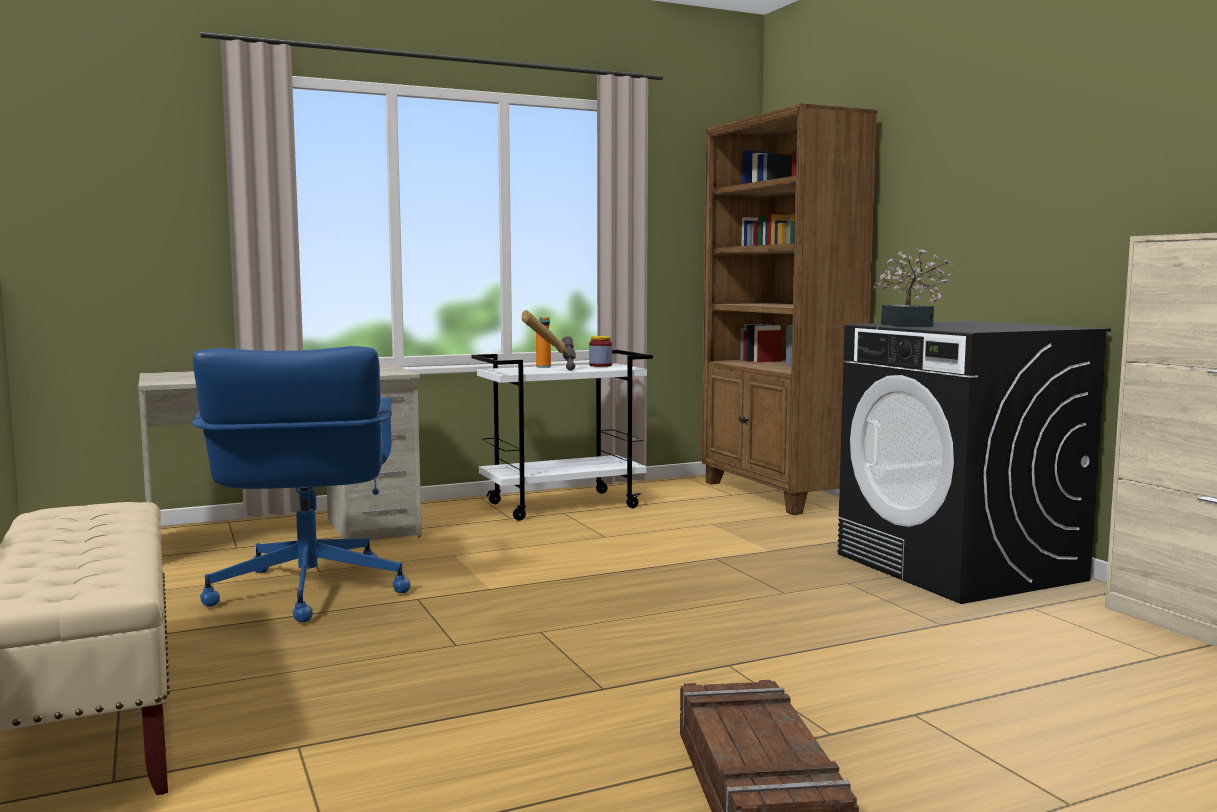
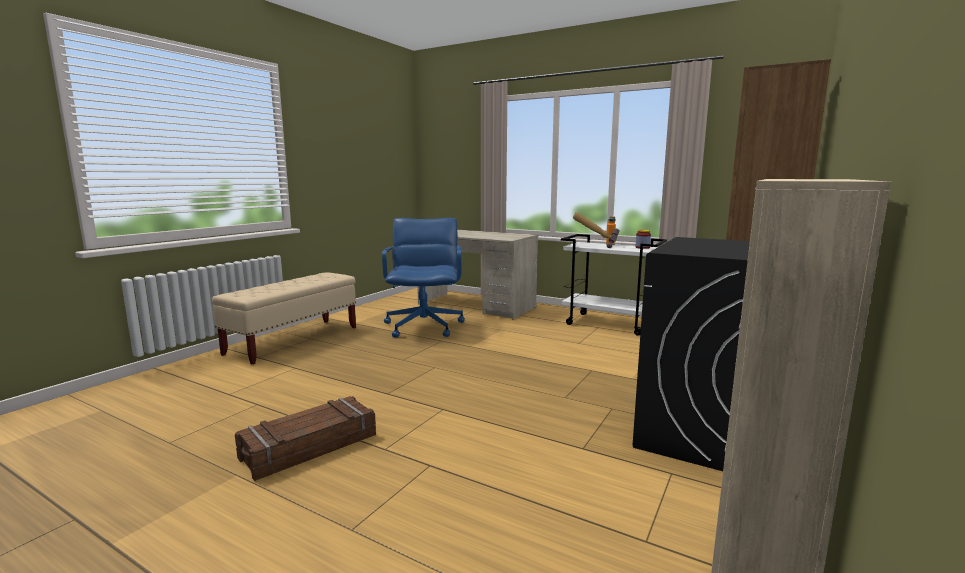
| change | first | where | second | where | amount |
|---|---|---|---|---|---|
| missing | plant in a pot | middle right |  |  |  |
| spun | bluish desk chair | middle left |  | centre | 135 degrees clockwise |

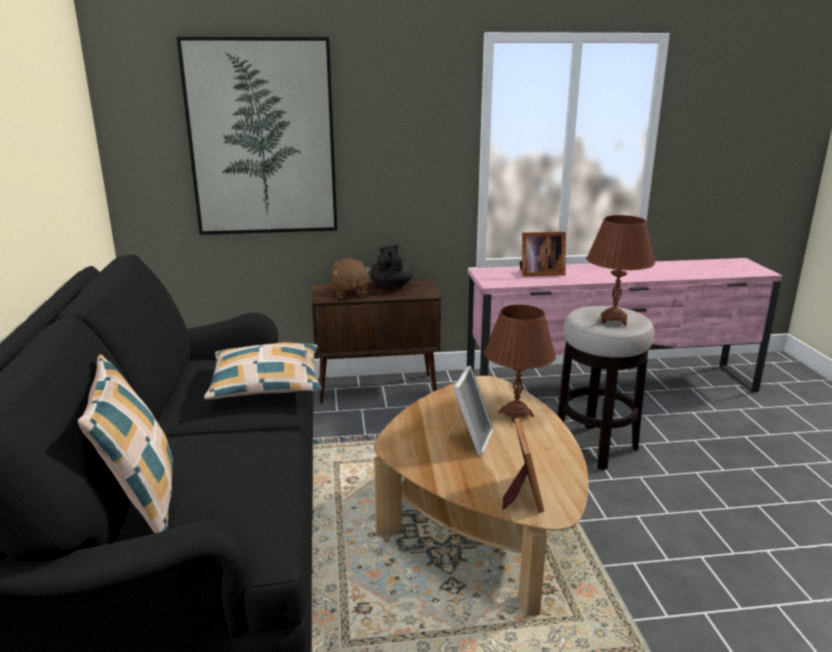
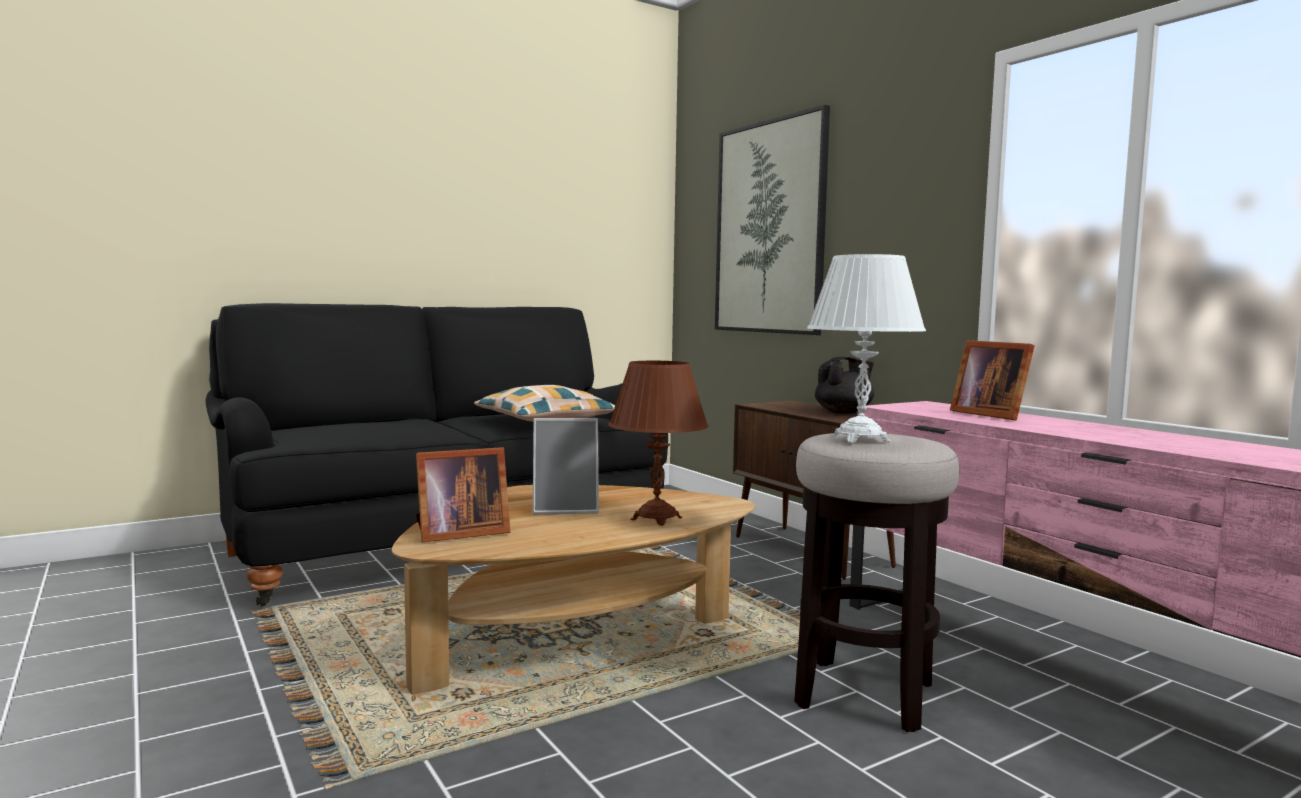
| change | first | where | second | where | amount |
|---|---|---|---|---|---|
| missing | throw pillow (no. 1 from left) | bottom left |  |  |  |
| missing | brown-coloured soft toy | centre |  |  |  |
| colour | brown-coloured table lamp (no. 2 from left) | middle right | white table lamp | centre |  |

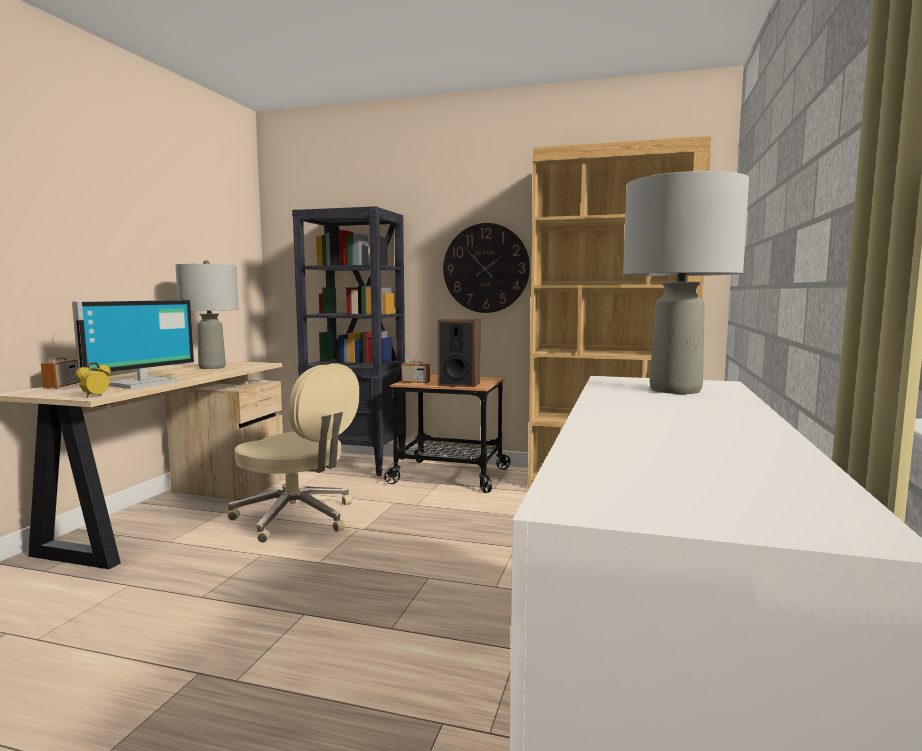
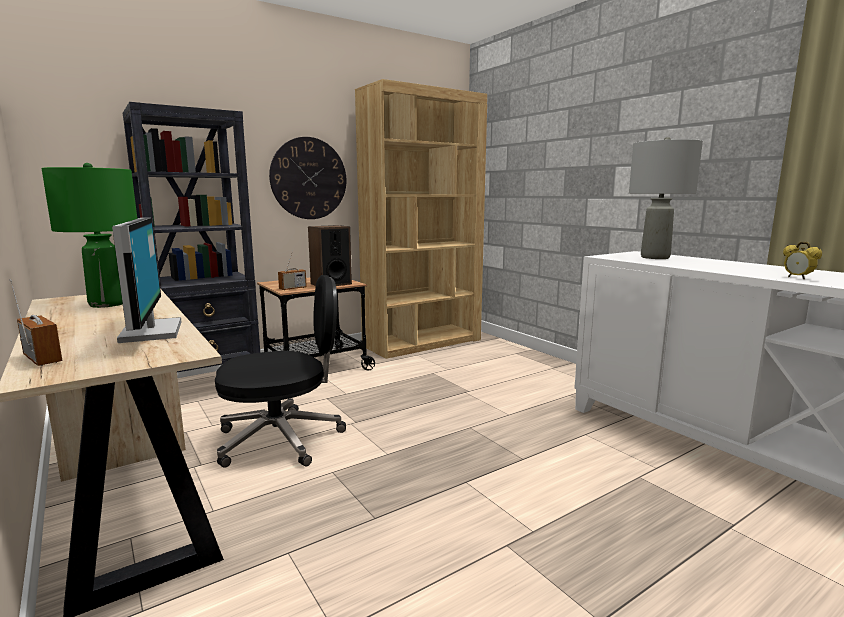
| change | first | where | second | where | amount |
|---|---|---|---|---|---|
| relocated | table clock | middle left |  | middle right |  |
| colour | grey table lamp (no. 1 from left) | middle left | green-coloured table lamp | middle left |  |
| colour | beige-coloured desk chair | middle left | black desk chair | middle left |  |

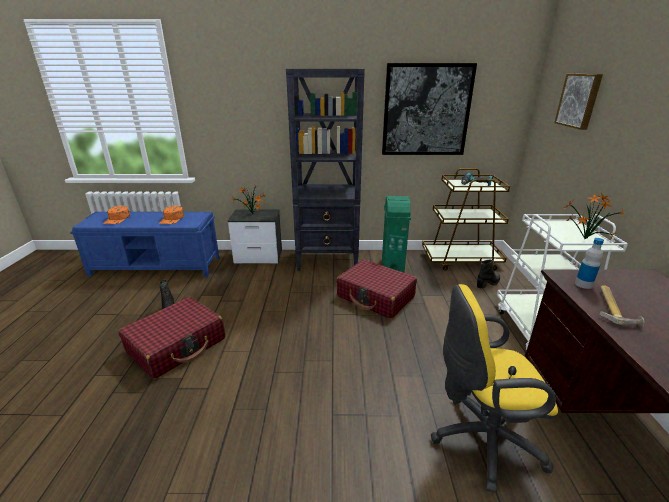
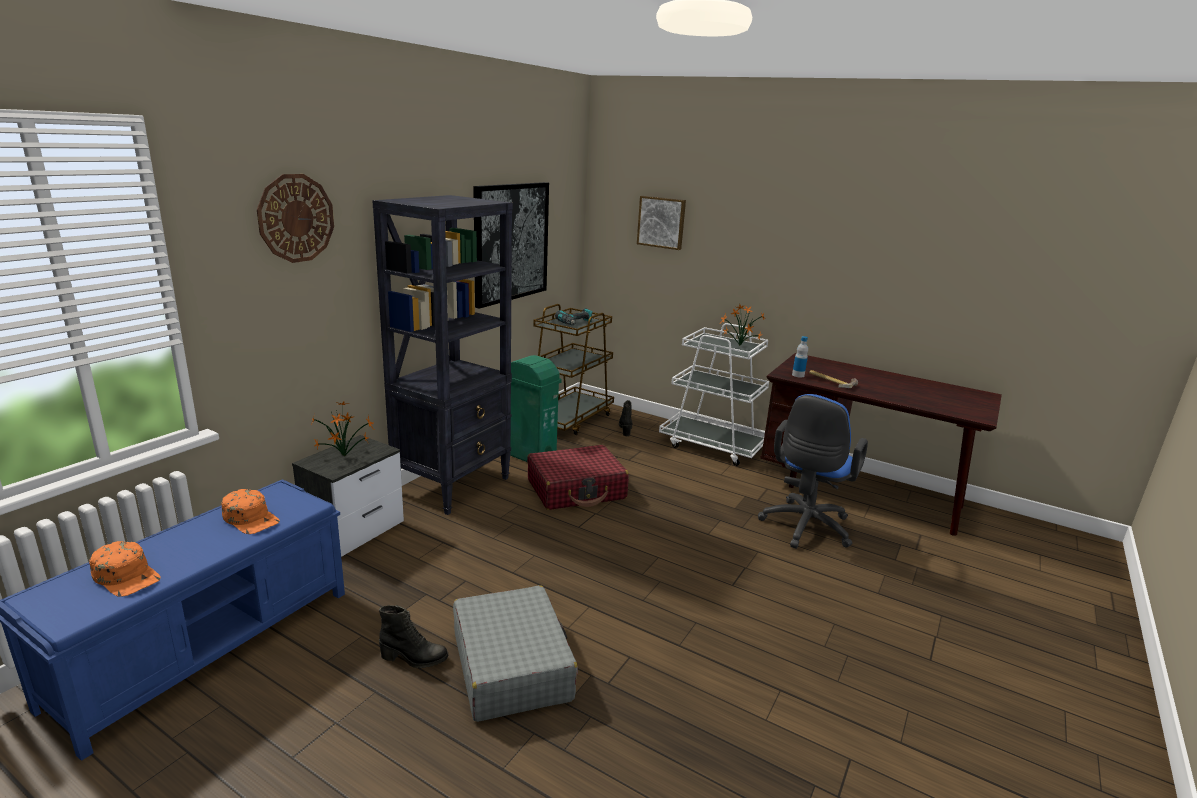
| change | first | where | second | where | amount |
|---|---|---|---|---|---|
| appeared |  |  | clock on the wall | top left |  |
| colour | red suitcase (no. 1 from left) | bottom left | grey suitcase | bottom centre |  |
| colour | yellowish desk chair | bottom right | bluish desk chair | middle right |  |

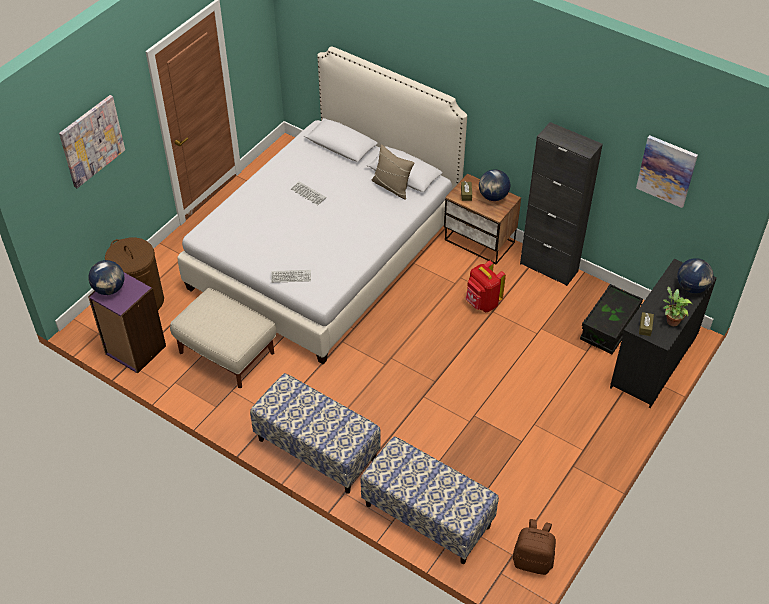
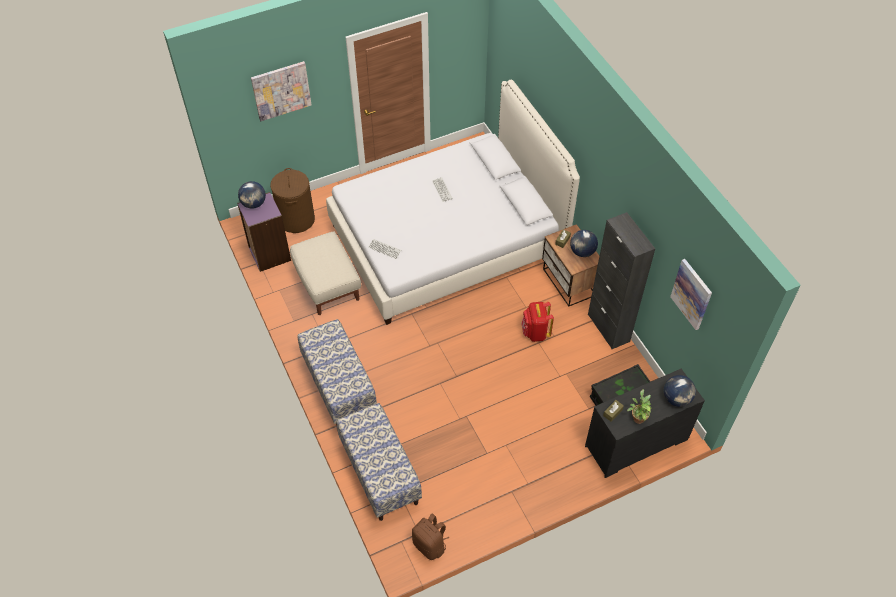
| change | first | where | second | where | amount |
|---|---|---|---|---|---|
| missing | beige-coloured throw pillow | top centre |  |  |  |

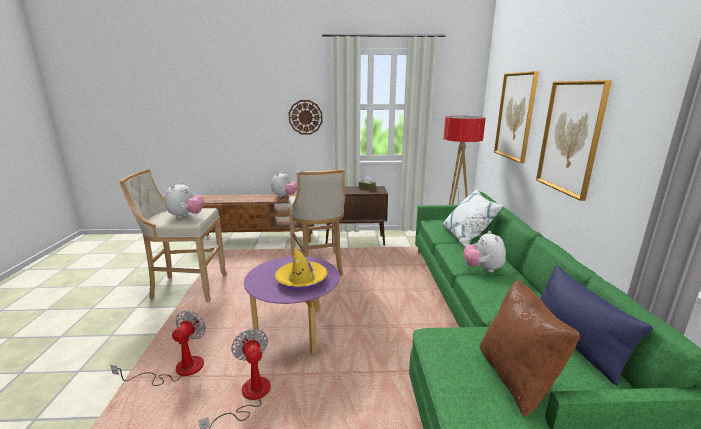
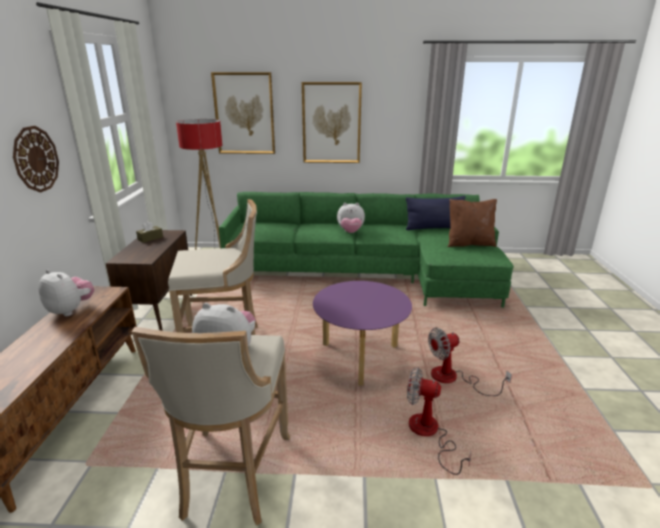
| change | first | where | second | where | amount |
|---|---|---|---|---|---|
| missing | yellowish wearable hat | centre |  |  |  |
| missing | white throw pillow | middle right |  |  |  |

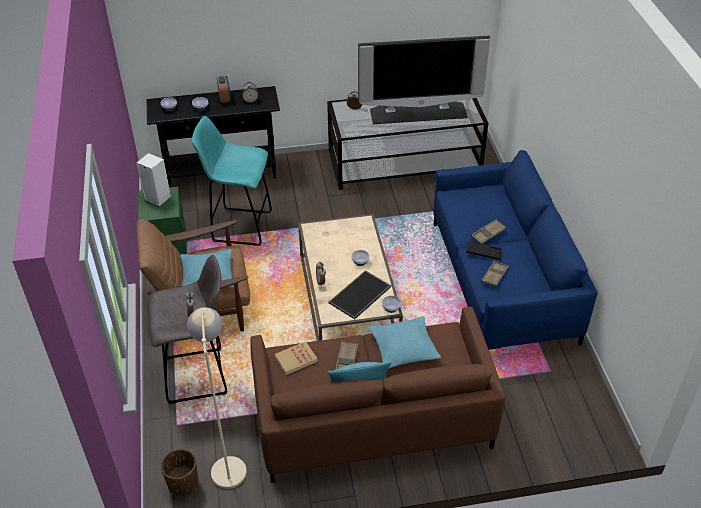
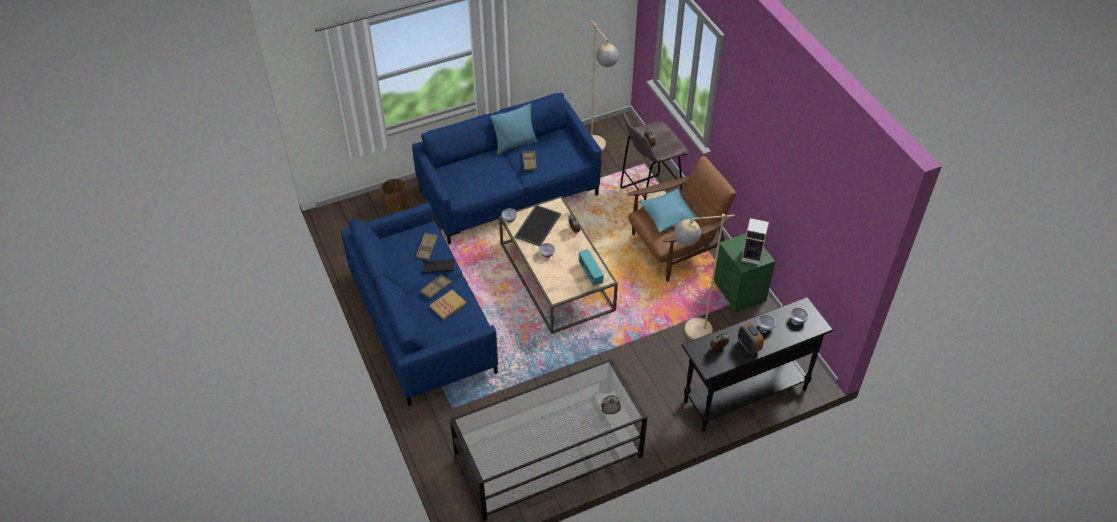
| change | first | where | second | where | amount |
|---|---|---|---|---|---|
| missing | TV | top centre |  |  |  |
| missing | blue-green throw pillow (no. 3 from left) | bottom centre |  |  |  |
| appeared |  |  | radio receiver | centre |  |
| relocated | brown-coloured plant pot | bottom left |  | centre |  |
| relocated | book | bottom centre |  | centre |  |
| exchanged | blue-green sitting stool | middle left | beige-coloured standard lamp (no. 2 from left) | centre |  |
| colour | brown-coloured settee | bottom centre | bluish settee (no. 2 from left) | top centre |  |

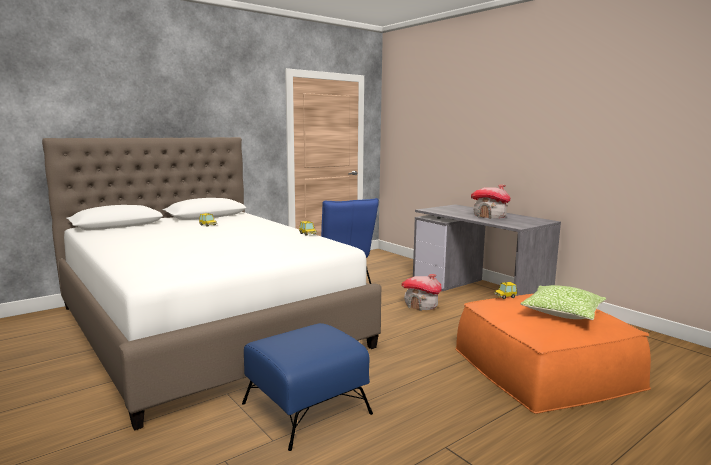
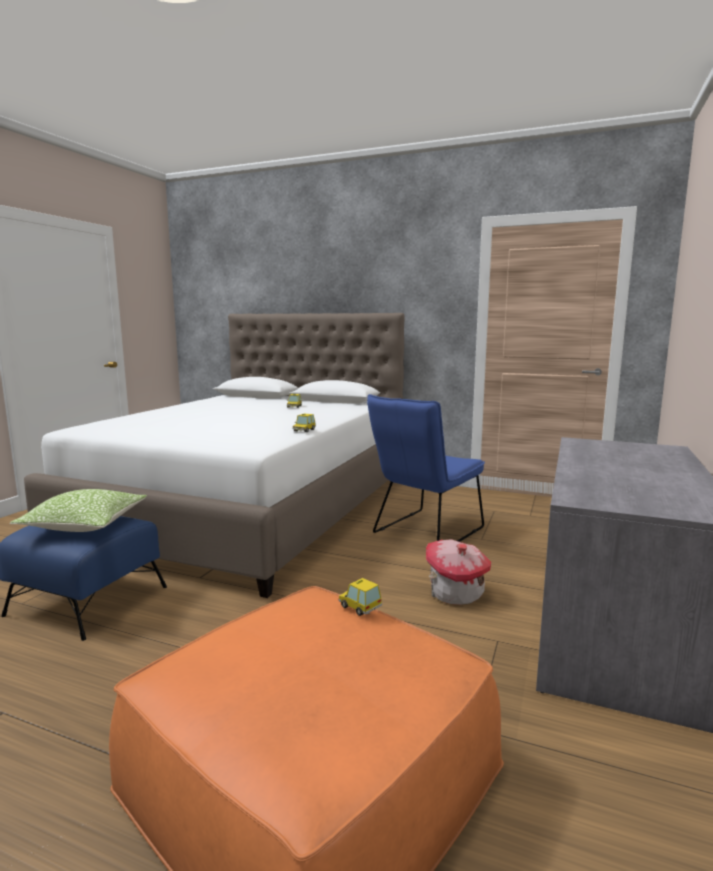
| change | first | where | second | where | amount |
|---|---|---|---|---|---|
| missing | model house (no. 2 from left) | middle right |  |  |  |
| relocated | throw pillow | middle right |  | middle left |  |

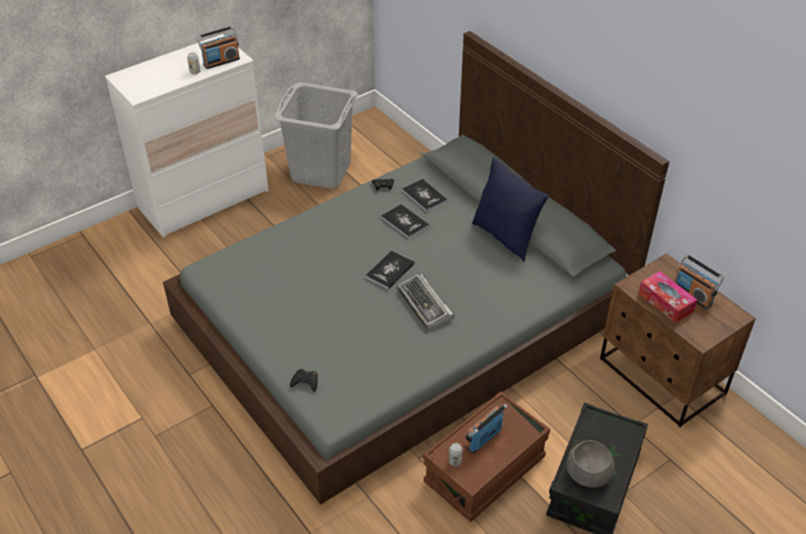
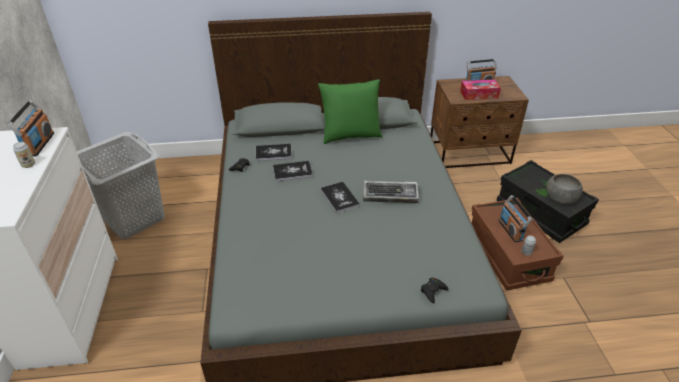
| change | first | where | second | where | amount |
|---|---|---|---|---|---|
| colour | bluish throw pillow | centre | green-coloured throw pillow | top centre |  |

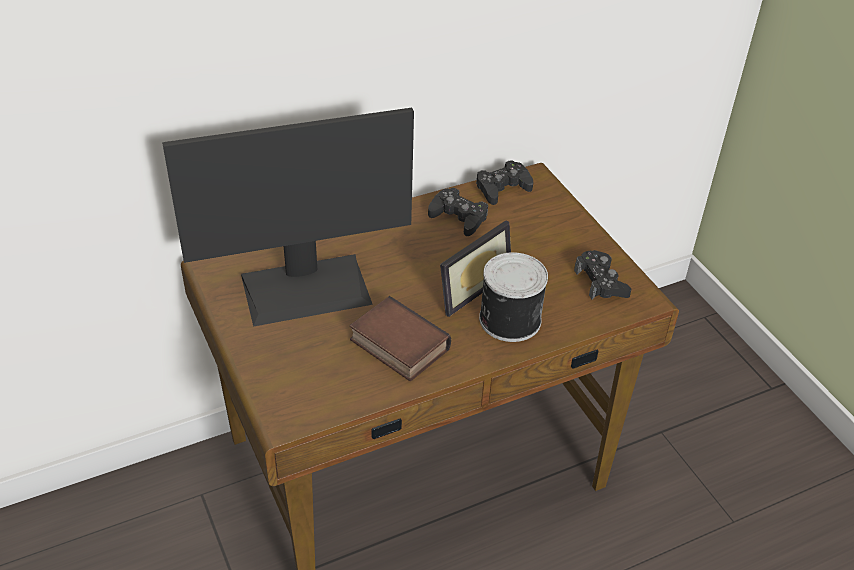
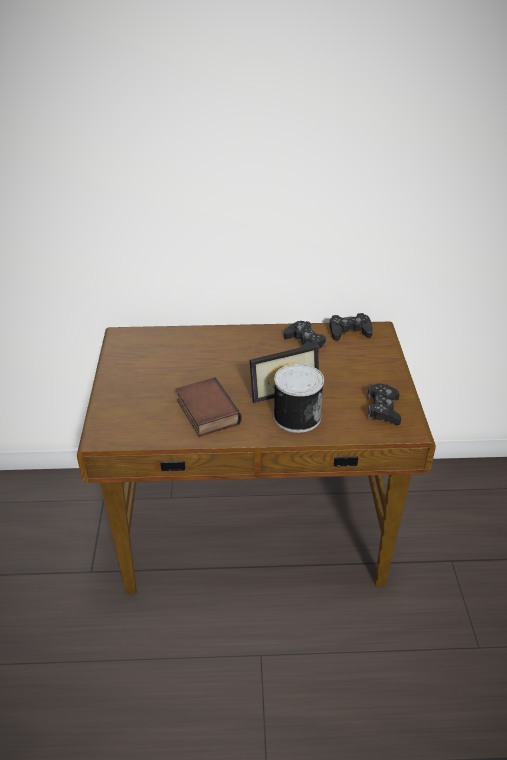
| change | first | where | second | where | amount |
|---|---|---|---|---|---|
| missing | computer display | centre |  |  |  |

